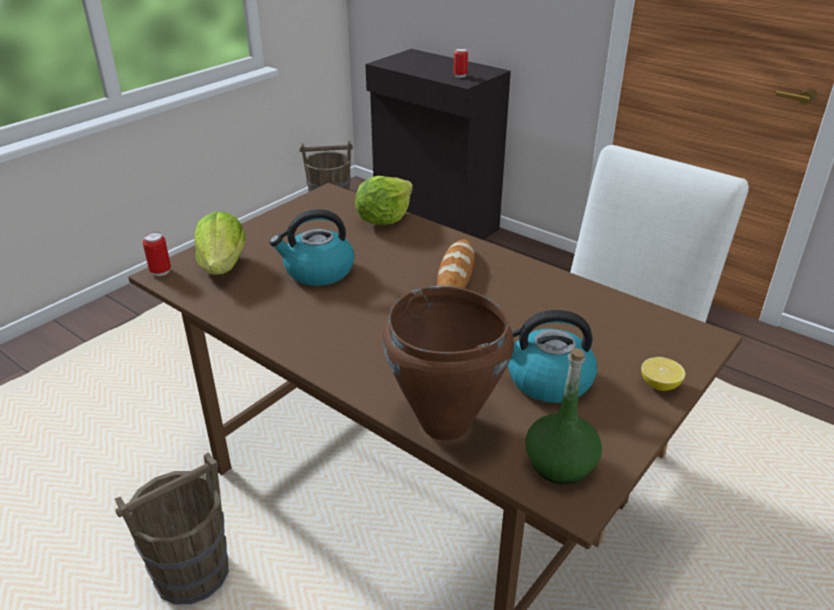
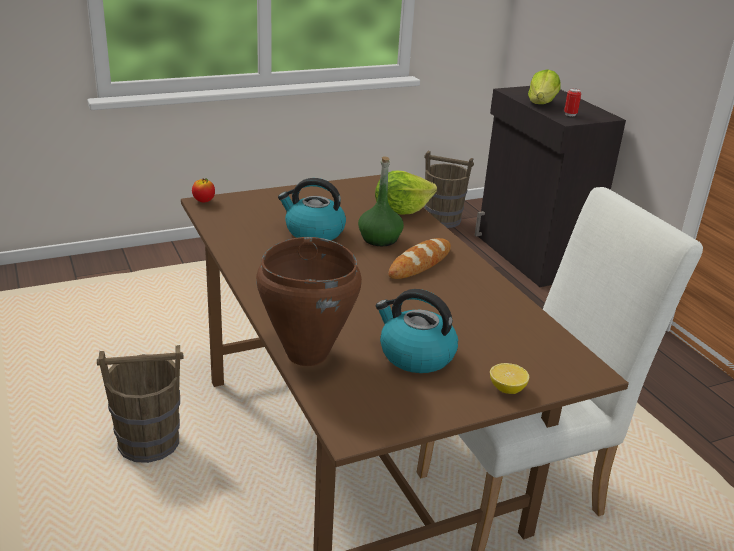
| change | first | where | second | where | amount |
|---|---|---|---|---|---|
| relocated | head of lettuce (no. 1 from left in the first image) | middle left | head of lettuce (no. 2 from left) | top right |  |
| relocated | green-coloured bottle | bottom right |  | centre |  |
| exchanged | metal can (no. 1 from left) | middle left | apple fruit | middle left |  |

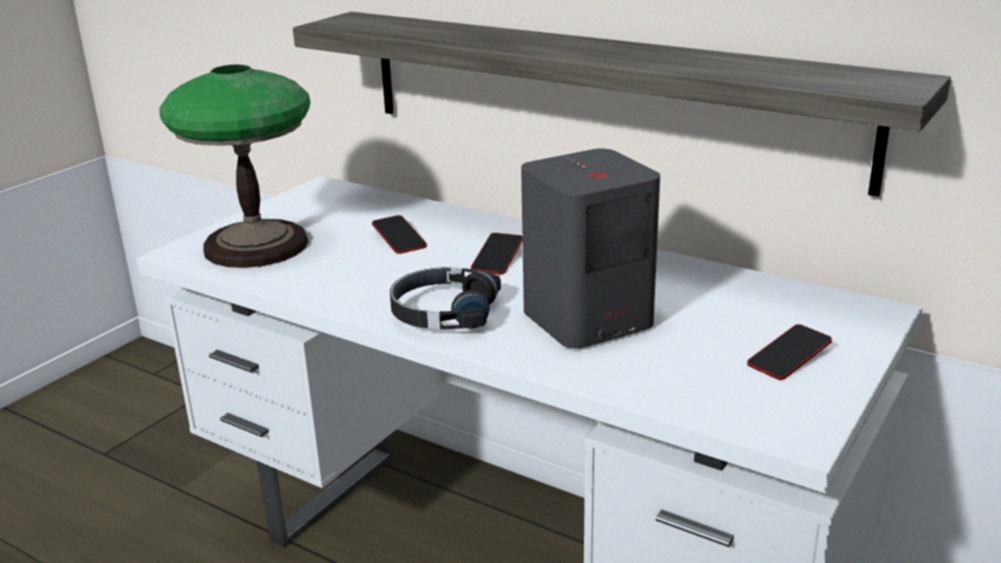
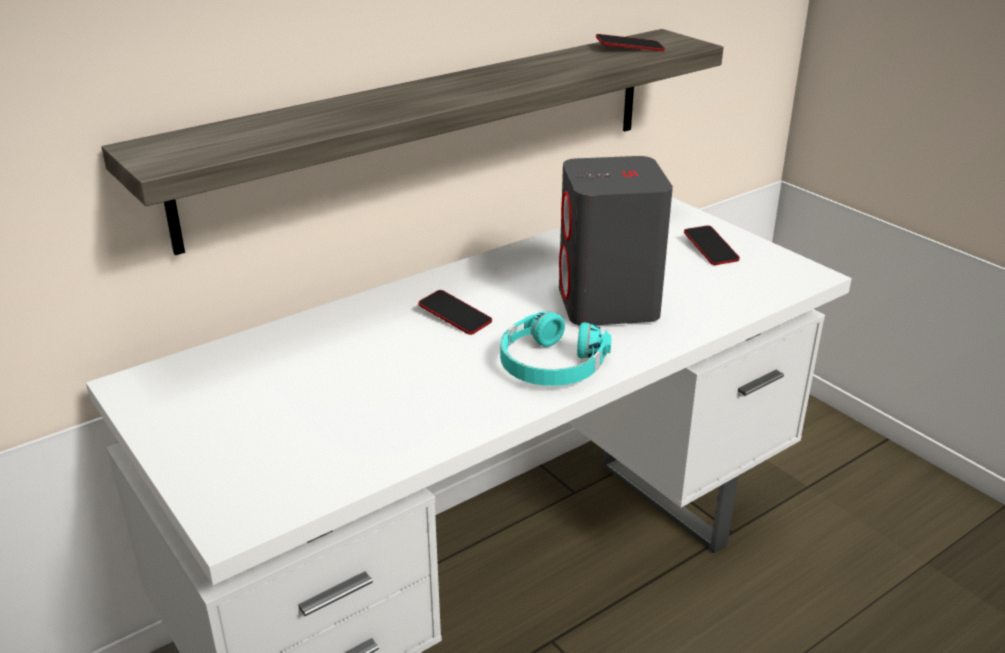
| change | first | where | second | where | amount |
|---|---|---|---|---|---|
| missing | table lamp | top left |  |  |  |
| relocated | telephone (no. 1 from left in the first image) | centre | telephone (no. 2 from left) | top centre |  |
| colour | black pair of headphones | centre | blue-green pair of headphones | centre |  |

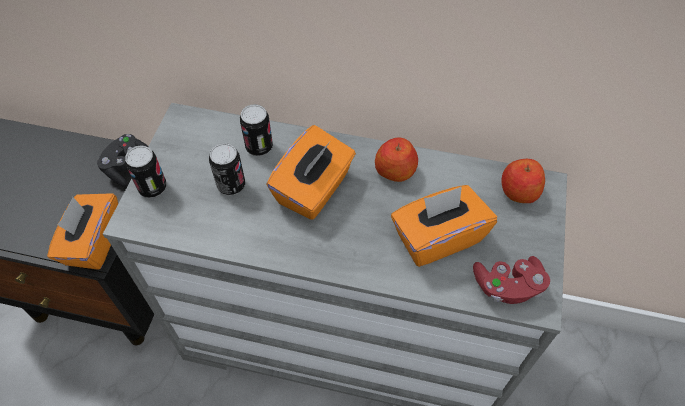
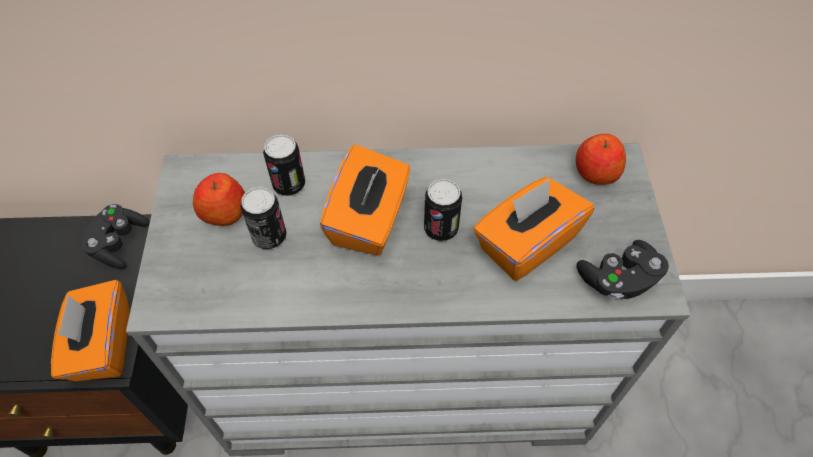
| change | first | where | second | where | amount |
|---|---|---|---|---|---|
| relocated | metal can (no. 1 from left in the first image) | middle left | metal can (no. 3 from left) | centre |  |
| relocated | apple fruit (no. 1 from left) | centre |  | middle left |  |
| colour | red joypad | bottom right | black joypad (no. 2 from left) | middle right |  |

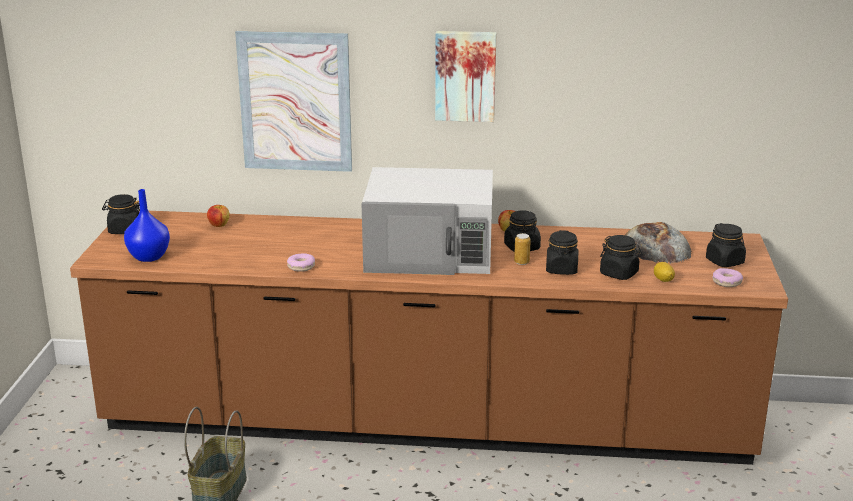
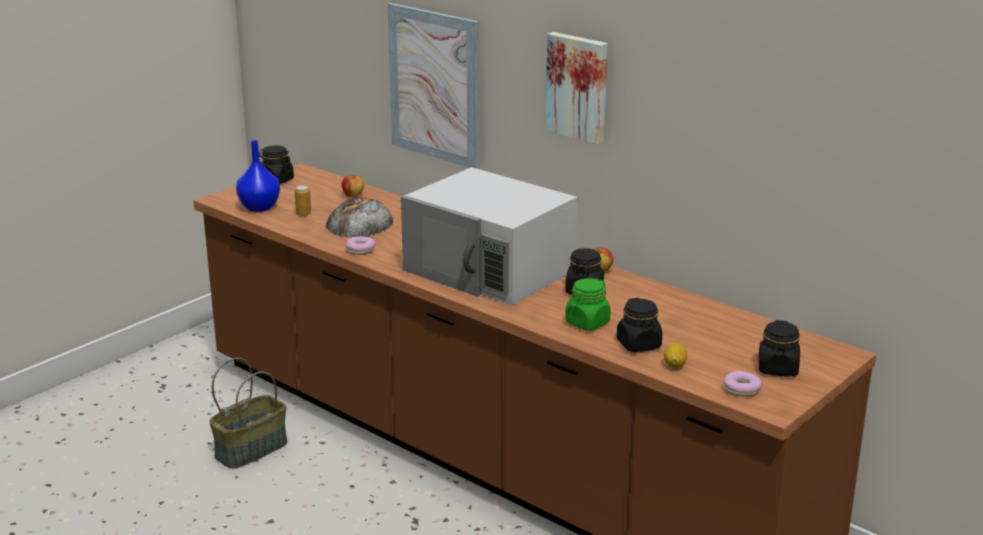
| change | first | where | second | where | amount |
|---|---|---|---|---|---|
| relocated | metal can | centre |  | middle left |  |
| relocated | baked bread | middle right |  | centre |  |
| colour | black storage jar (no. 3 from left) | centre | green-coloured storage jar | centre |  |

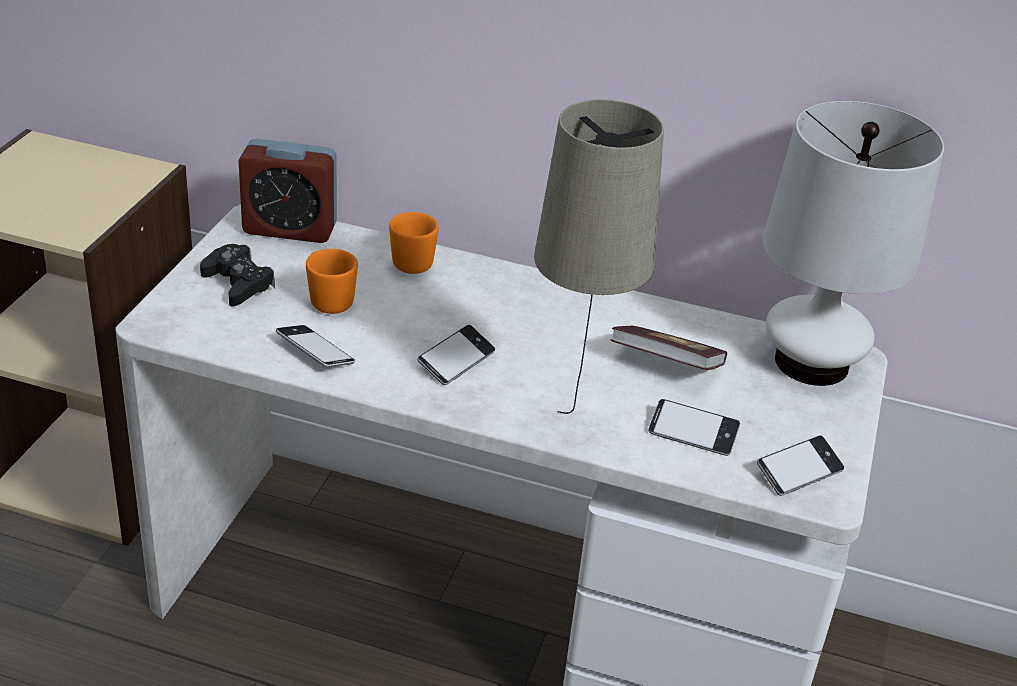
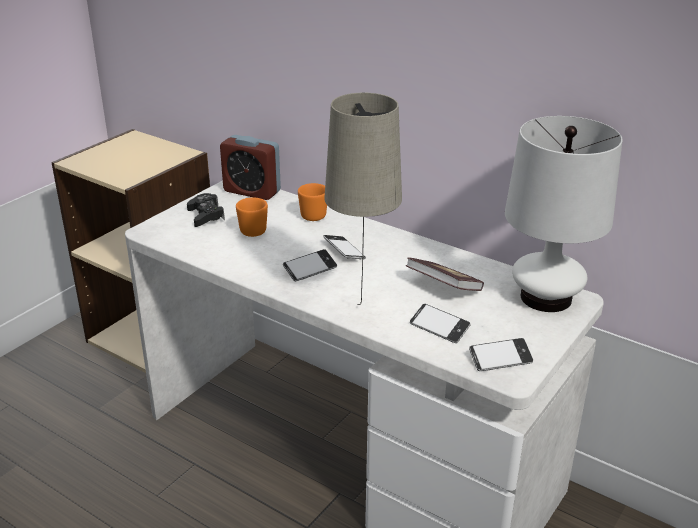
| change | first | where | second | where | amount |
|---|---|---|---|---|---|
| relocated | telephone (no. 1 from left in the first image) | middle left | telephone (no. 2 from left) | centre |  |

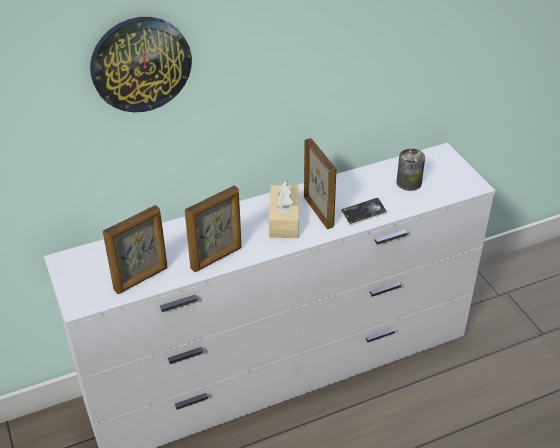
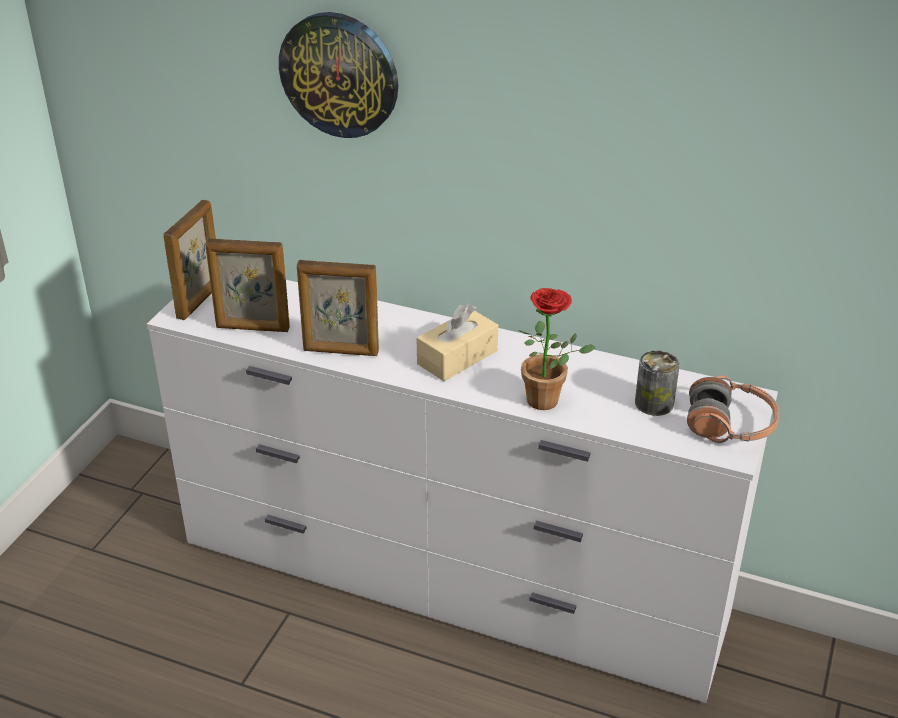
| change | first | where | second | where | amount |
|---|---|---|---|---|---|
| appeared |  |  | pair of headphones | middle right |  |
| relocated | photo frame (no. 3 from left in the first image) | centre | photo frame (no. 1 from left) | middle left |  |
| exchanged | telephone | centre | plant in a pot | centre |  |

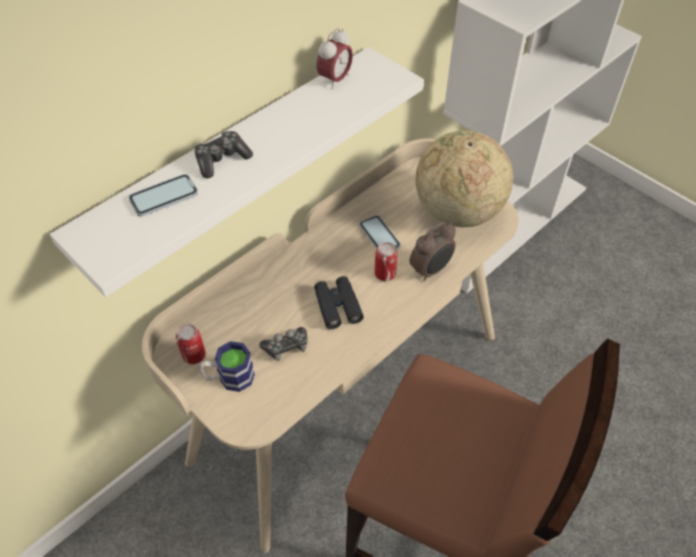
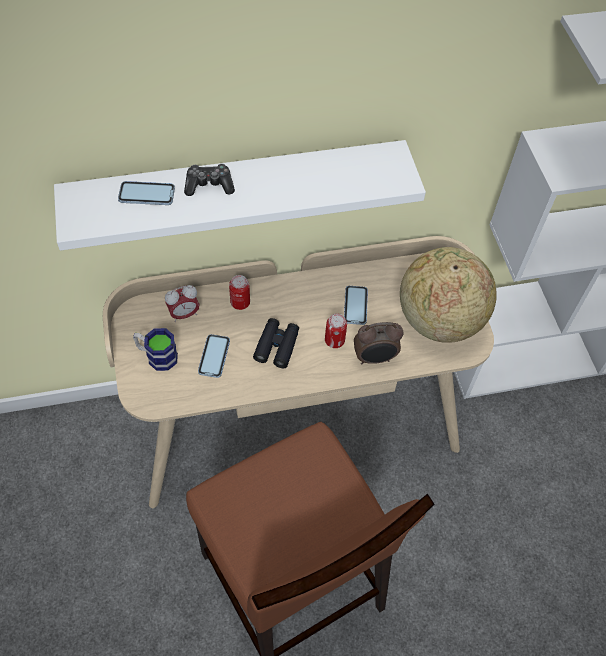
| change | first | where | second | where | amount |
|---|---|---|---|---|---|
| relocated | metal can (no. 1 from left) | middle left |  | centre |  |
| relocated | table clock (no. 1 from left) | top centre |  | middle left |  |
| exchanged | joypad (no. 2 from left) | centre | telephone (no. 2 from left) | centre |  |

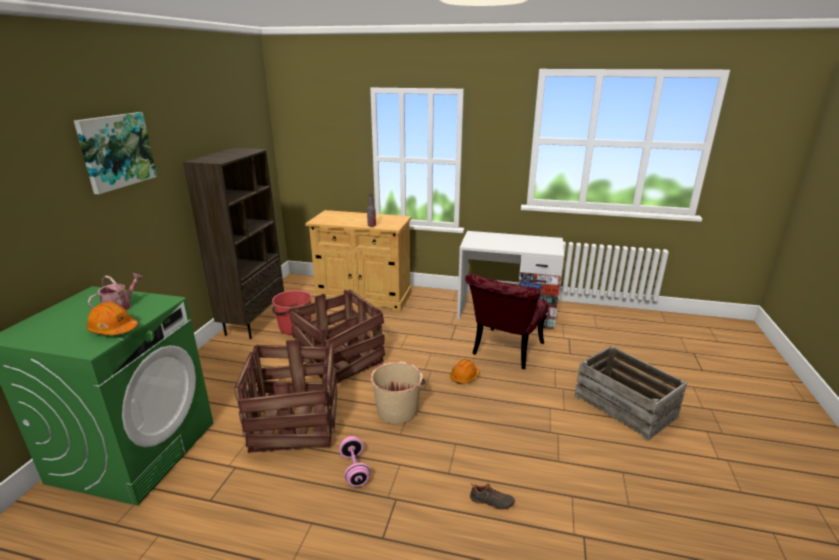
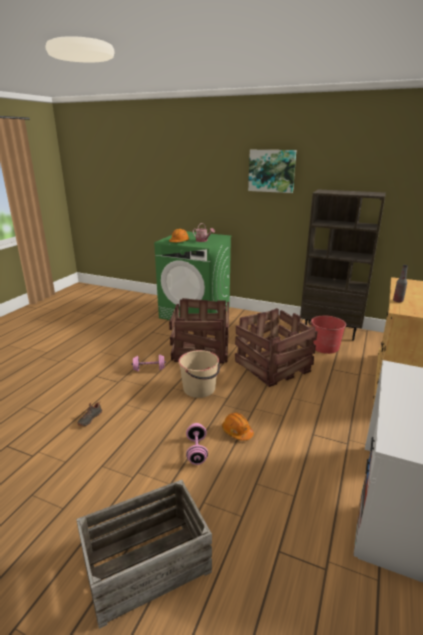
| change | first | where | second | where | amount |
|---|---|---|---|---|---|
| missing | red plain chair | centre |  |  |  |
| appeared |  |  | pink hand weight (no. 2 from left) | bottom centre |  |

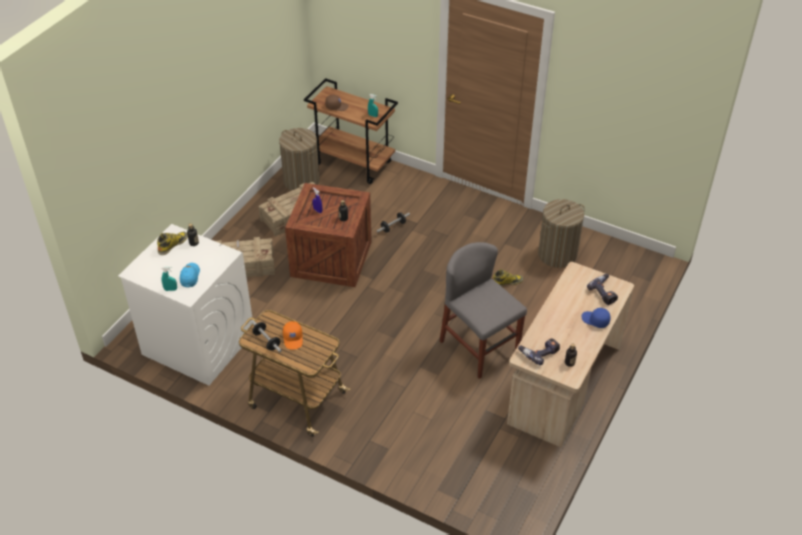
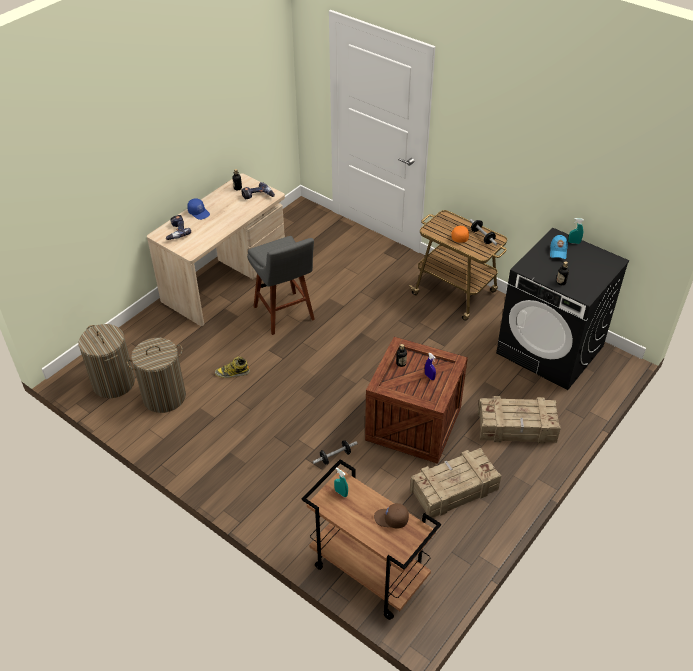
| change | first | where | second | where | amount |
|---|---|---|---|---|---|
| missing | tall boot (no. 1 from left) | middle left |  |  |  |
| relocated | washing basket (no. 1 from left) | top centre |  | middle left |  |
| exchanged | grey plain chair | centre | grey sitting stool | centre |  |
| colour | white washing machine | middle left | black washing machine | middle right |  |

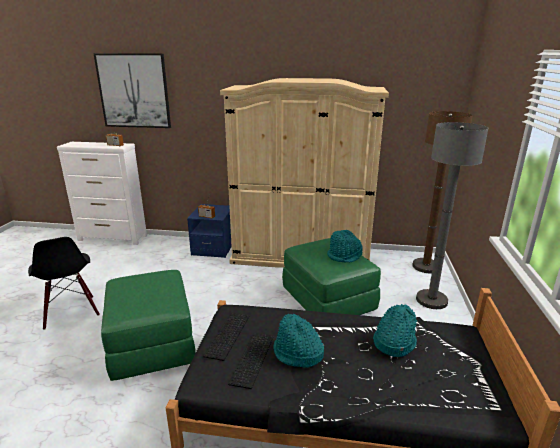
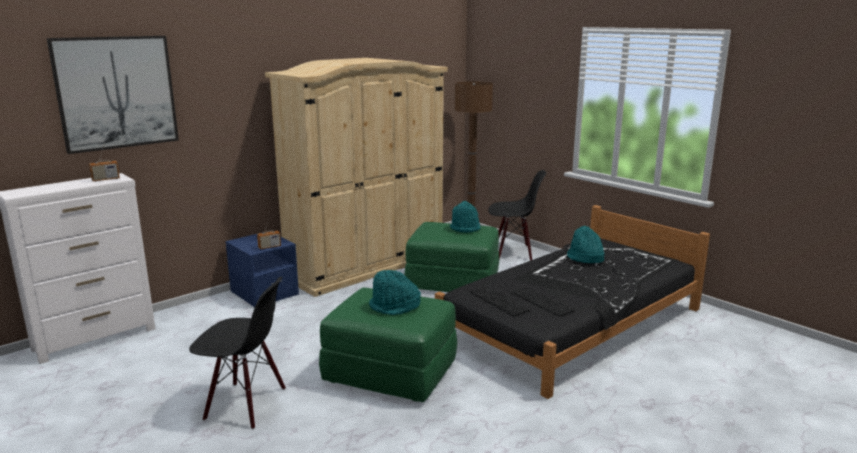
| change | first | where | second | where | amount |
|---|---|---|---|---|---|
| relocated | blue-green wearable hat (no. 1 from left) | bottom centre |  | centre |  |
| exchanged | grey standard lamp | middle right | black plain chair (no. 2 from left) | centre |  |

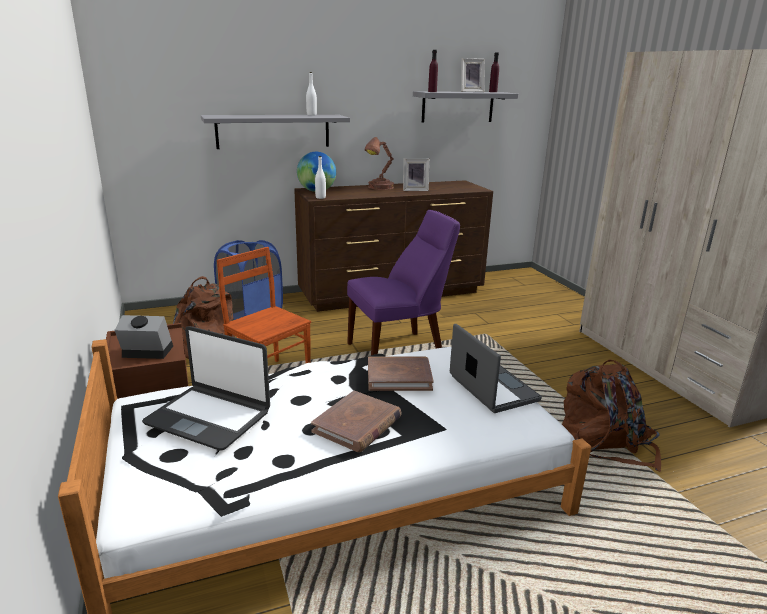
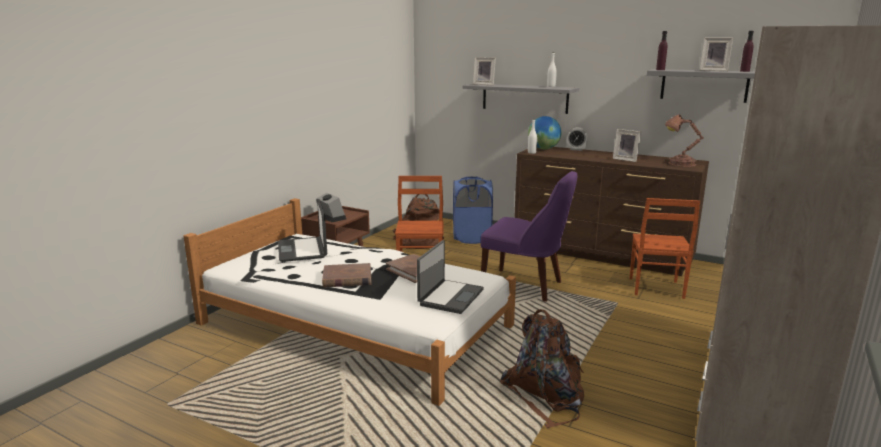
| change | first | where | second | where | amount |
|---|---|---|---|---|---|
| appeared |  |  | photo frame (no. 1 from left) | top centre |  |
| appeared |  |  | table clock (no. 2 from left) | top centre |  |
| appeared |  |  | brown-coloured plain chair (no. 2 from left) | middle right |  |
| relocated | brown-coloured table lamp | top centre |  | top right |  |

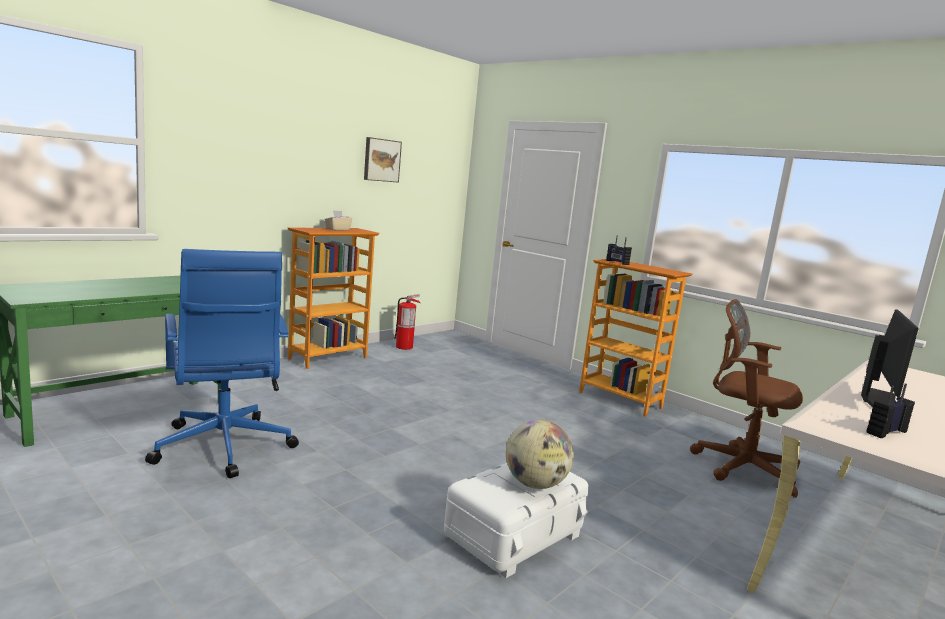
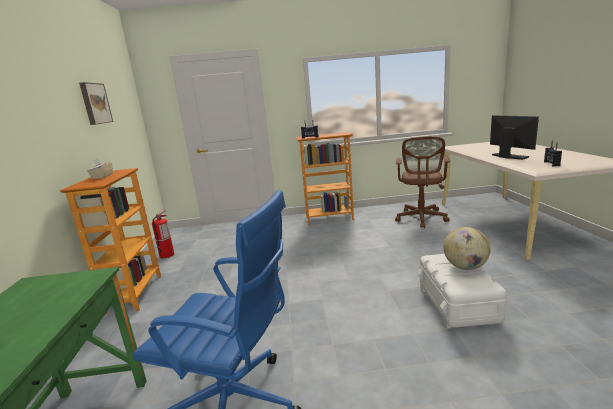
| change | first | where | second | where | amount |
|---|---|---|---|---|---|
| spun | brown-coloured desk chair | middle right |  | middle right | 60 degrees counterclockwise |

